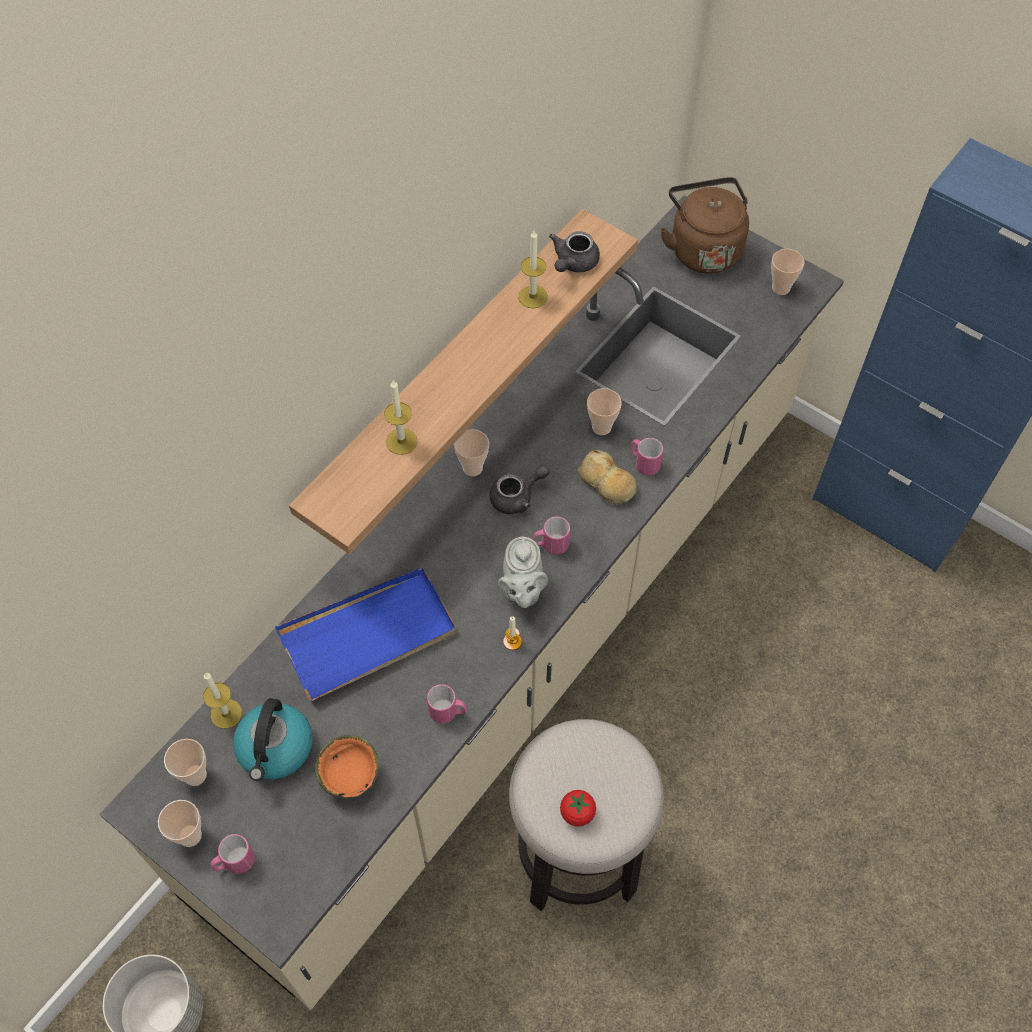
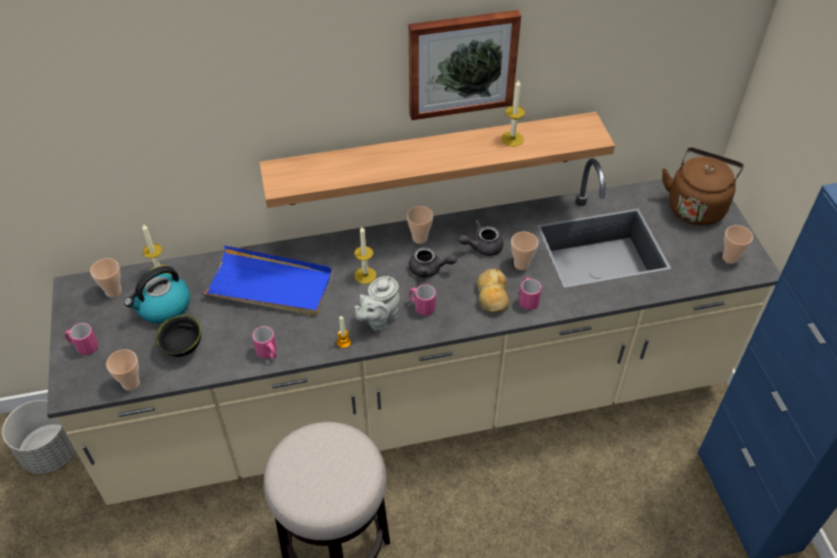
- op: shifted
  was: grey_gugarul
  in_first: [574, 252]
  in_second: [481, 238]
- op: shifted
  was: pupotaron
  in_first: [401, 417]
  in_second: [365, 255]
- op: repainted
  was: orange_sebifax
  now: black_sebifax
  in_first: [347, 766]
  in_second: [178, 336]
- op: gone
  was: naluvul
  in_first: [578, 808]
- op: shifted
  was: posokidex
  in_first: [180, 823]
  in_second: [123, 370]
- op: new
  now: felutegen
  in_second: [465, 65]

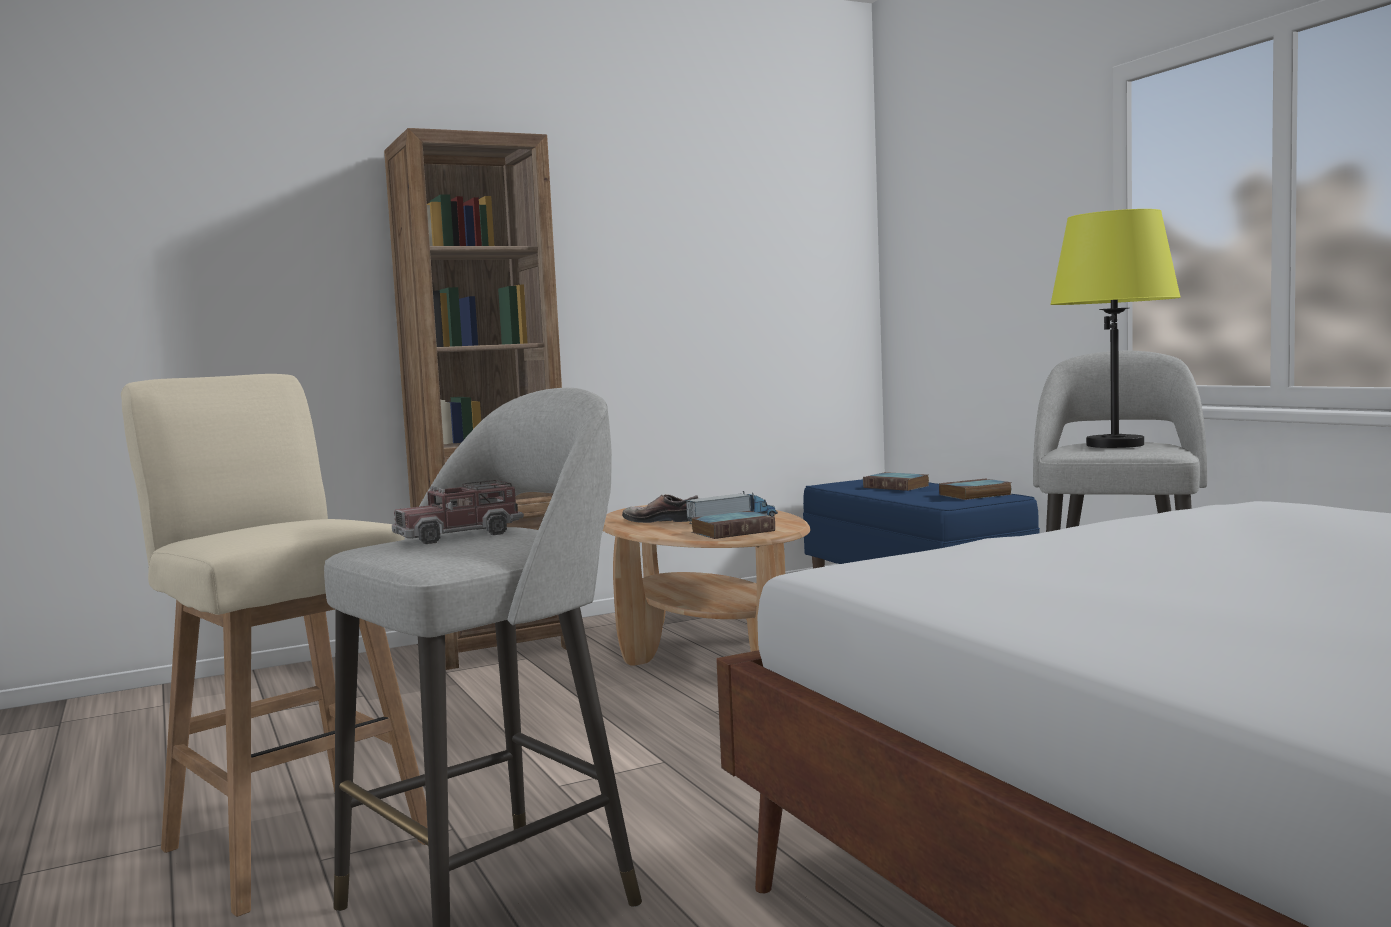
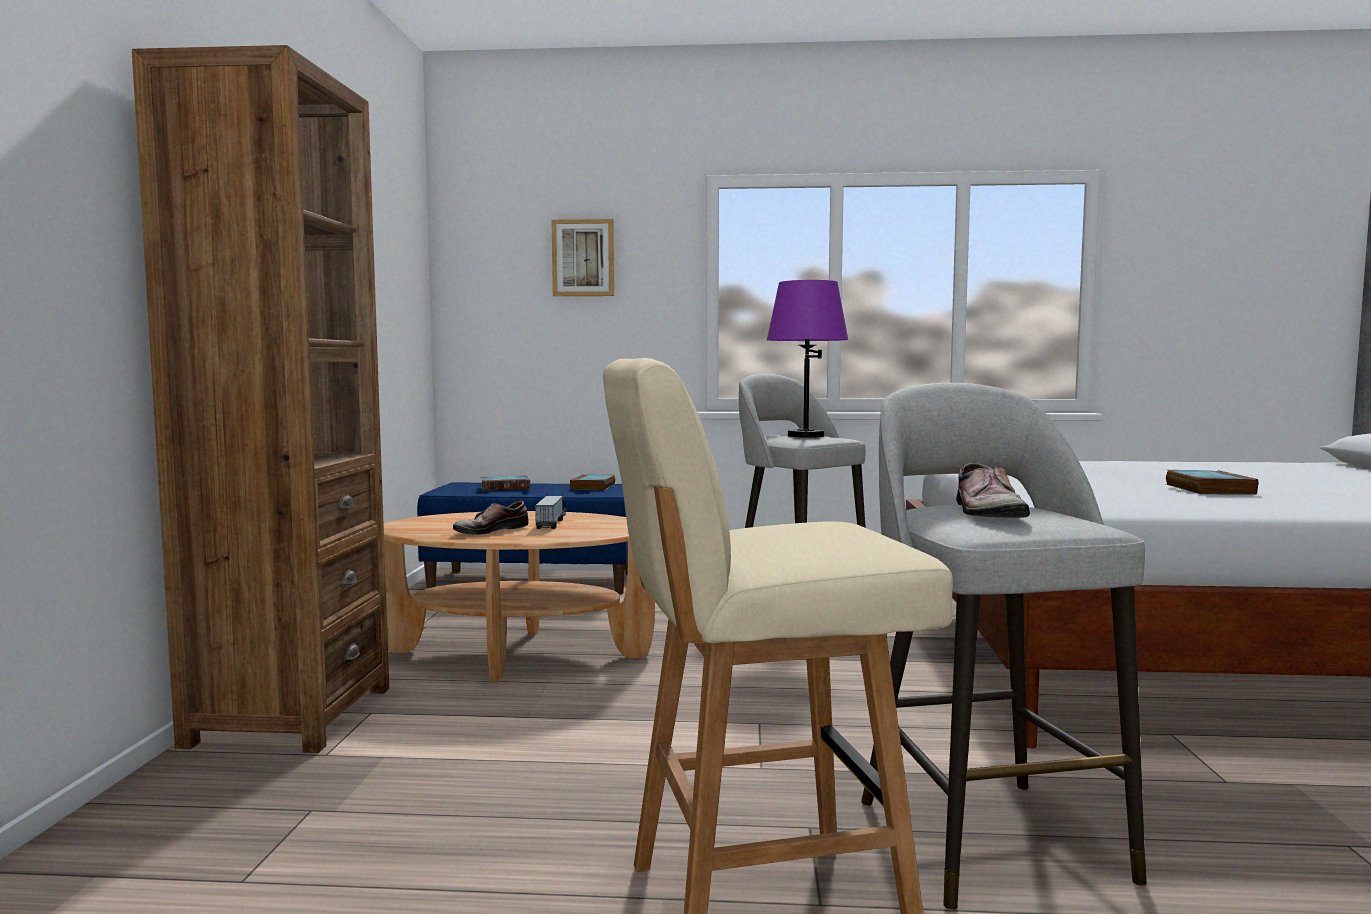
- op: repainted
  was: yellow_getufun
  now: purple_getufun
  in_first: [1115, 328]
  in_second: [807, 359]
- op: swapped
  was: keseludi
  now: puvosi
  in_first: [458, 512]
  in_second: [993, 490]
- op: shifted
  was: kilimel
  in_first: [733, 525]
  in_second: [1212, 482]
- op: new
  now: felutegen
  in_second: [583, 257]

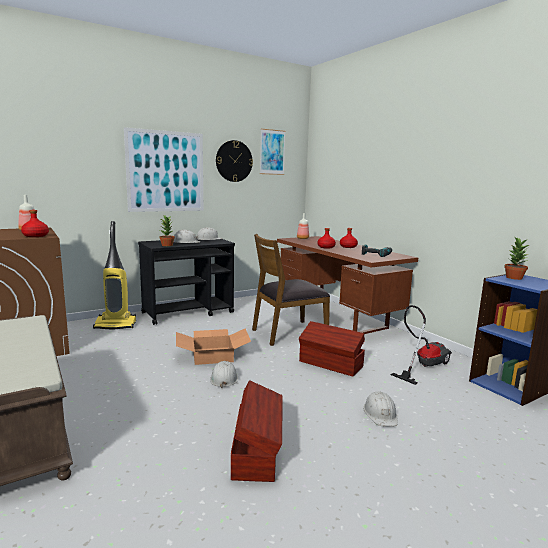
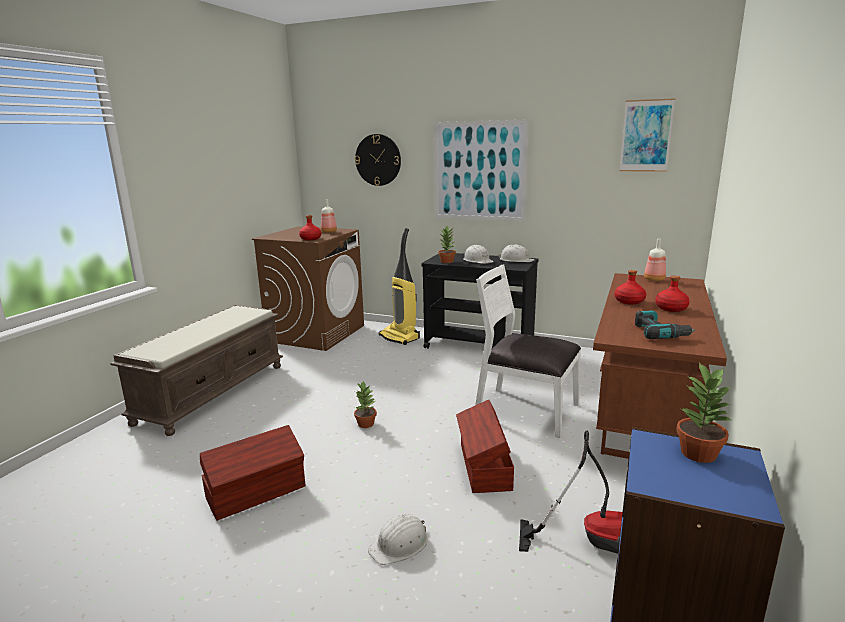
- op: shifted
  was: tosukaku
  in_first: [234, 161]
  in_second: [378, 160]
- op: repainted
  was: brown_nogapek
  now: white_nogapek
  in_first: [291, 290]
  in_second: [528, 351]
- op: gone
  was: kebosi
  in_first: [213, 347]
- op: swapped
  was: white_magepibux
  now: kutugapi
  in_first: [224, 374]
  in_second: [365, 404]

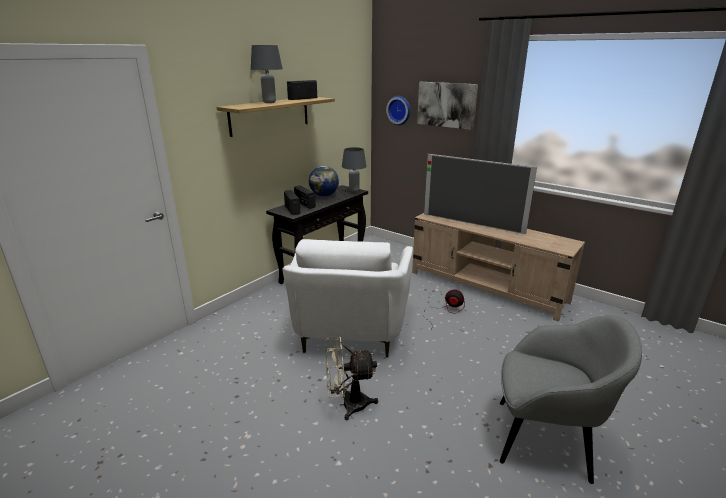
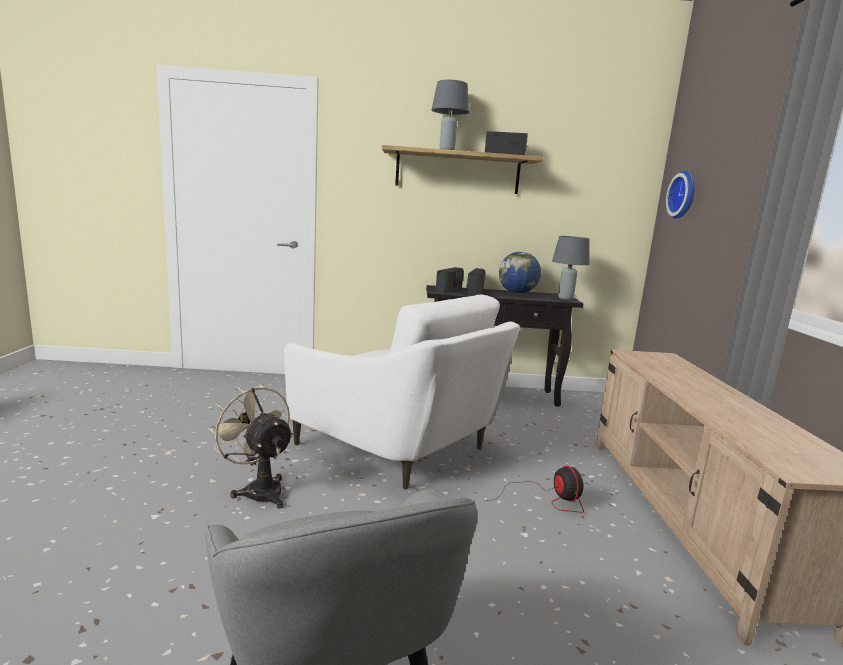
- op: gone
  was: felutegen
  in_first: [447, 106]
- op: gone
  was: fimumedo
  in_first: [480, 194]
- op: rotated
  was: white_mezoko
  in_first: [347, 298]
  in_second: [402, 392]
  clockwise: -105

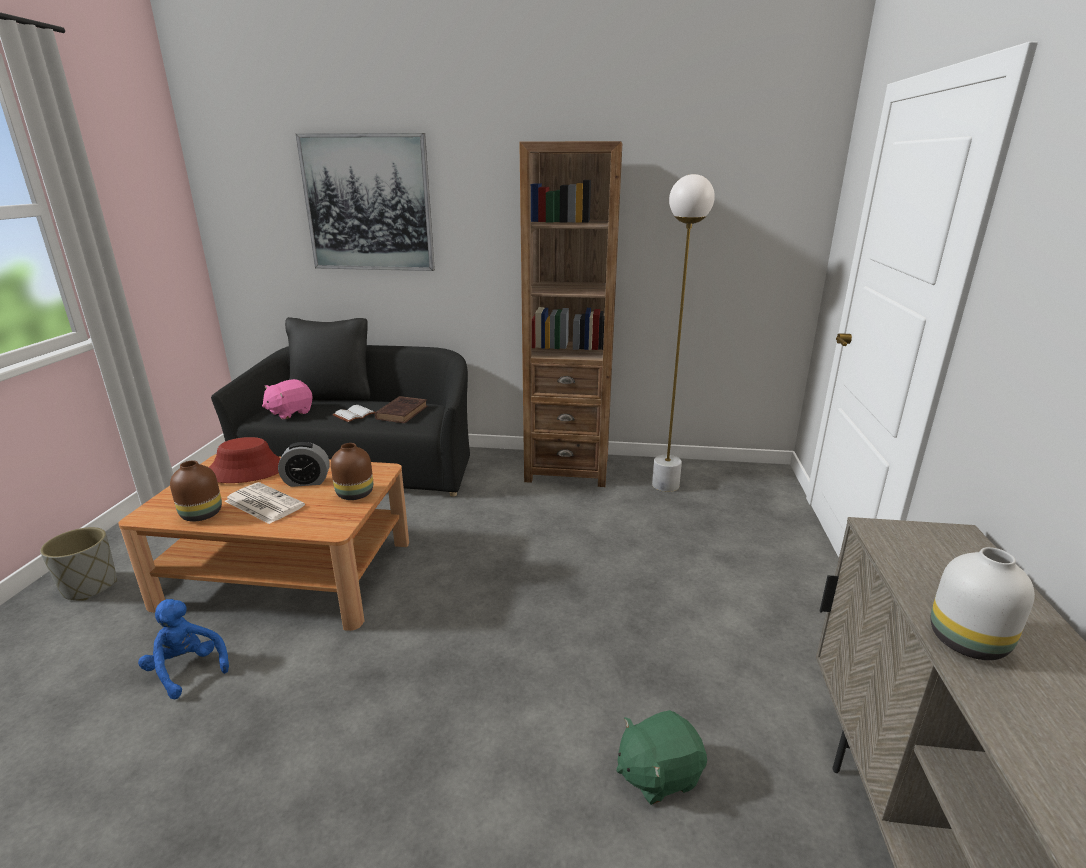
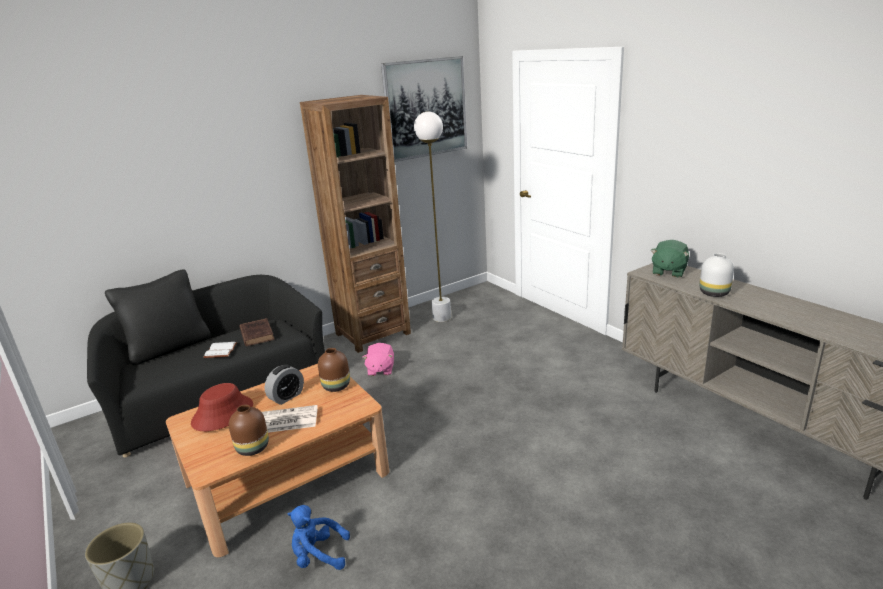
- op: shifted
  was: felutegen
  in_first: [365, 202]
  in_second: [424, 109]
- op: shifted
  was: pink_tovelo
  in_first: [287, 399]
  in_second: [378, 359]
- op: shifted
  was: green_tovelo
  in_first: [661, 757]
  in_second: [669, 259]

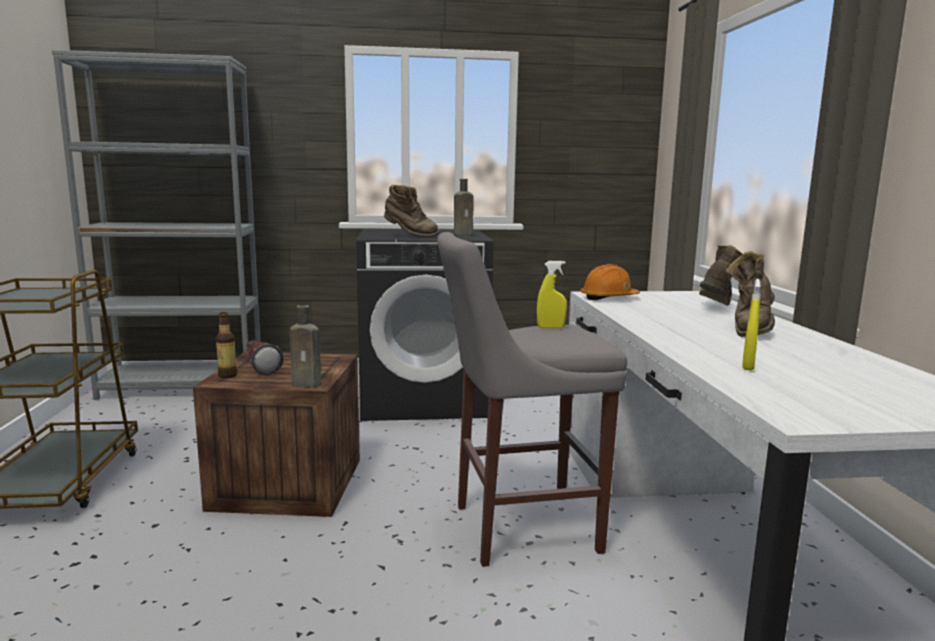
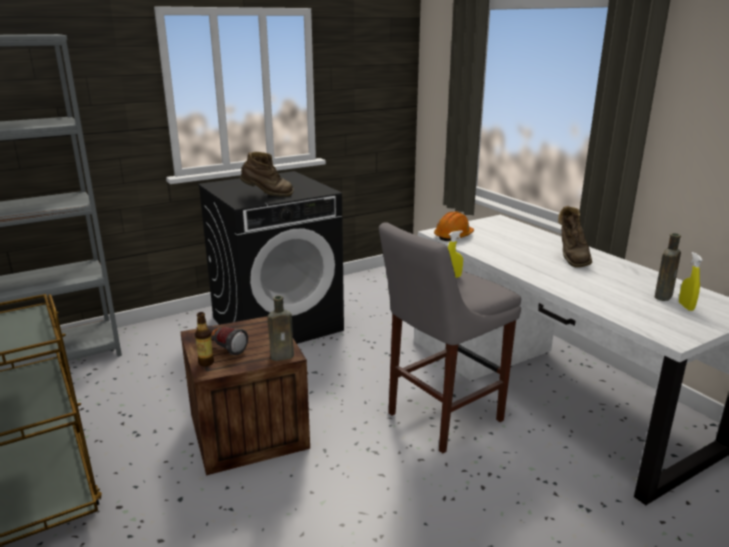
- op: shifted
  was: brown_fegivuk
  in_first: [463, 207]
  in_second: [668, 267]
- op: gone
  was: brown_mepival
  in_first: [721, 275]
- op: shifted
  was: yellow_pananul
  in_first: [751, 324]
  in_second: [691, 281]

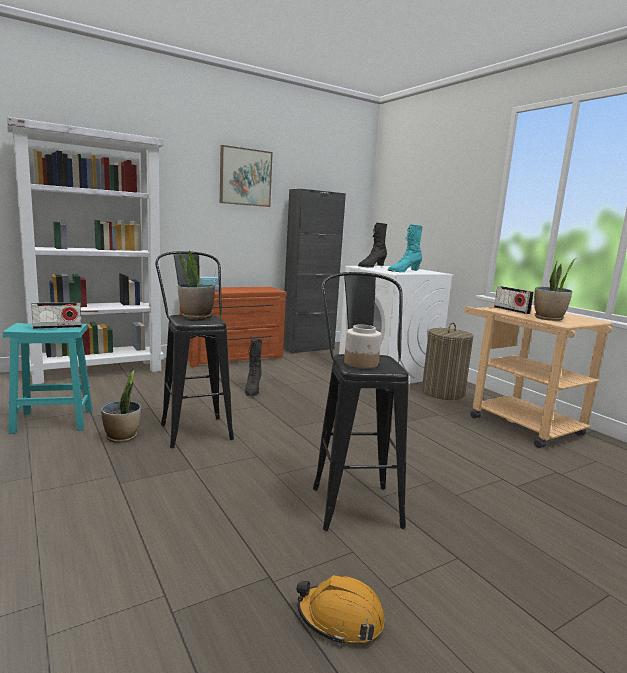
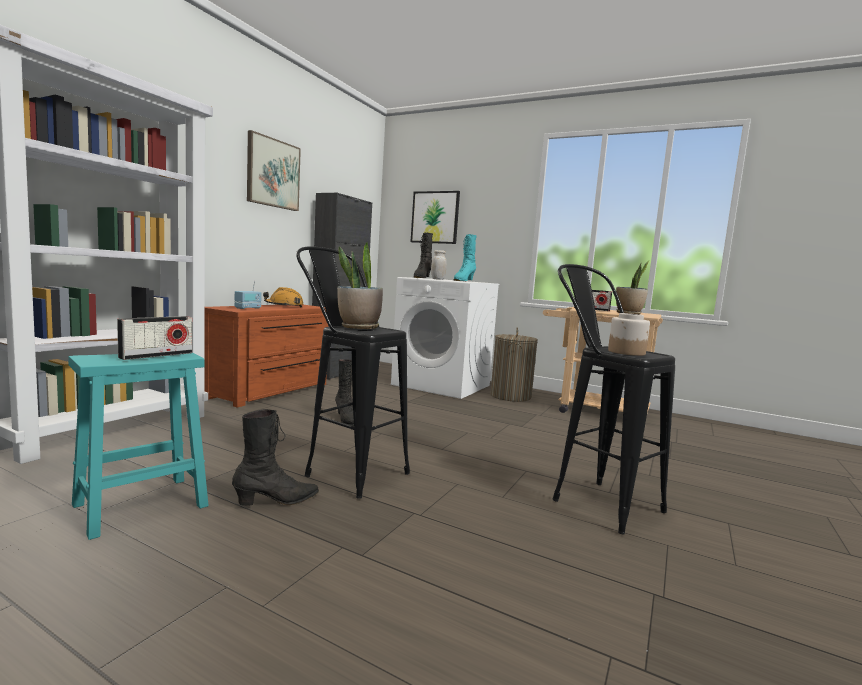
- op: swapped
  was: kutugapi
  now: black_mepival
  in_first: [121, 406]
  in_second: [275, 457]
- op: shifted
  was: orange_magepibux
  in_first: [341, 610]
  in_second: [283, 297]
- op: new
  now: felutegen
  in_second: [435, 217]
- op: new
  now: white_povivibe
  in_second: [439, 265]

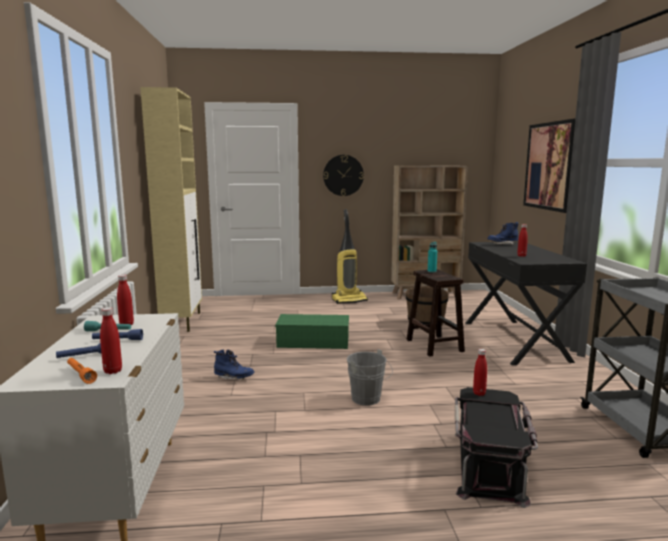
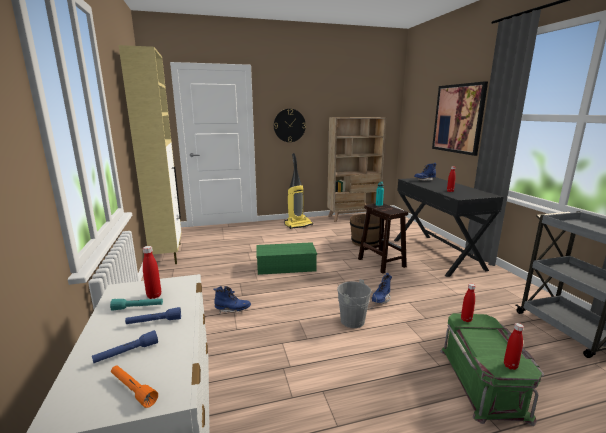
- op: shifted
  was: red_fegivuk
  in_first: [111, 340]
  in_second: [514, 346]
- op: repainted
  was: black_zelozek
  now: green_zelozek
  in_first: [496, 447]
  in_second: [492, 369]
- op: new
  now: blue_mepival
  in_second: [381, 288]

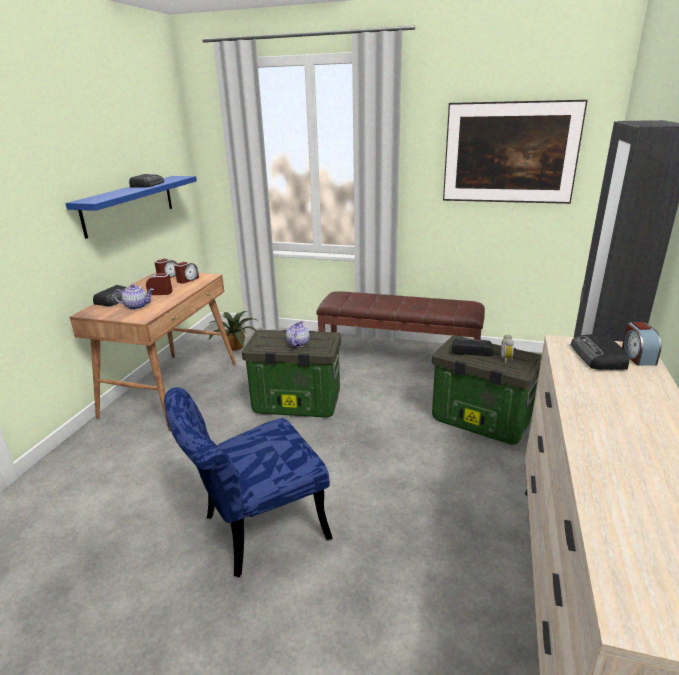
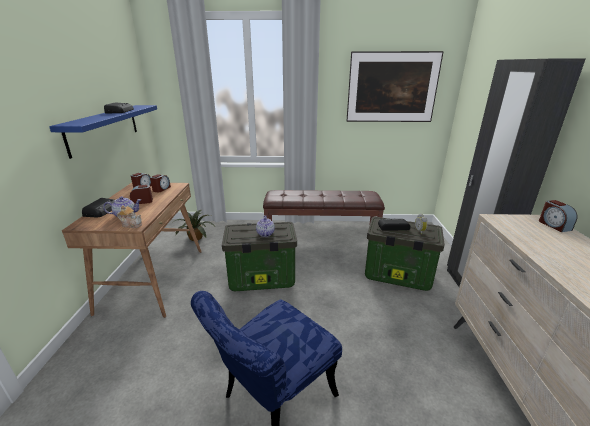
- op: gone
  was: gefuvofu
  in_first: [600, 351]
- op: new
  now: gugarul
  in_second: [129, 216]

